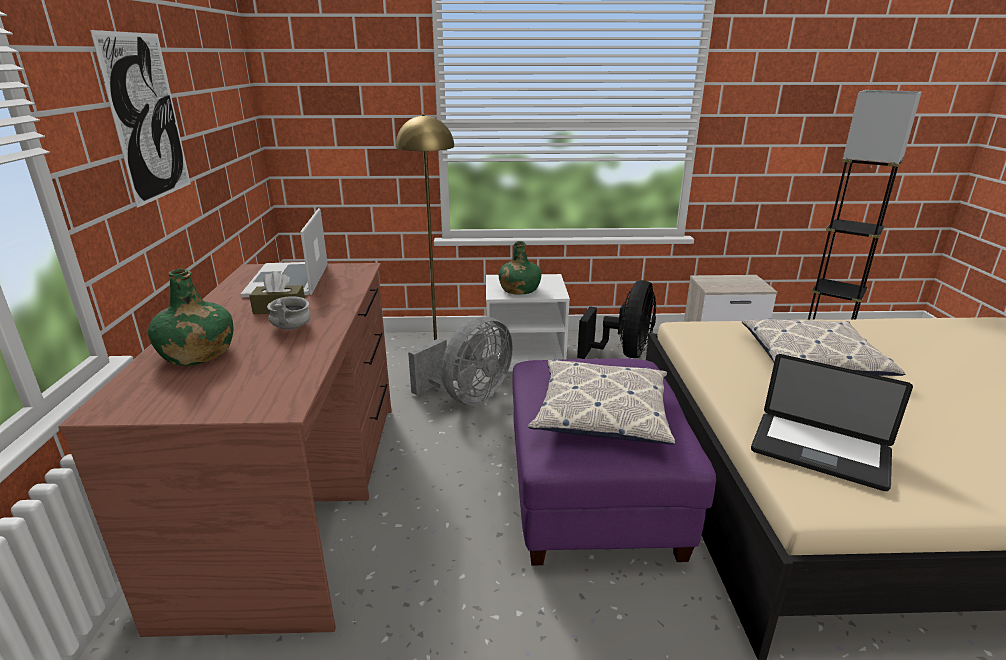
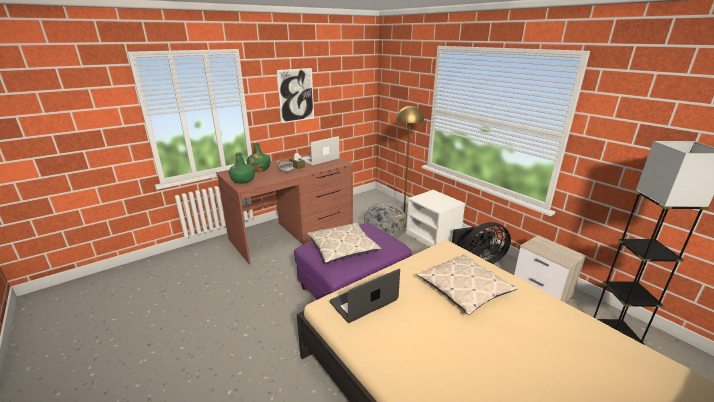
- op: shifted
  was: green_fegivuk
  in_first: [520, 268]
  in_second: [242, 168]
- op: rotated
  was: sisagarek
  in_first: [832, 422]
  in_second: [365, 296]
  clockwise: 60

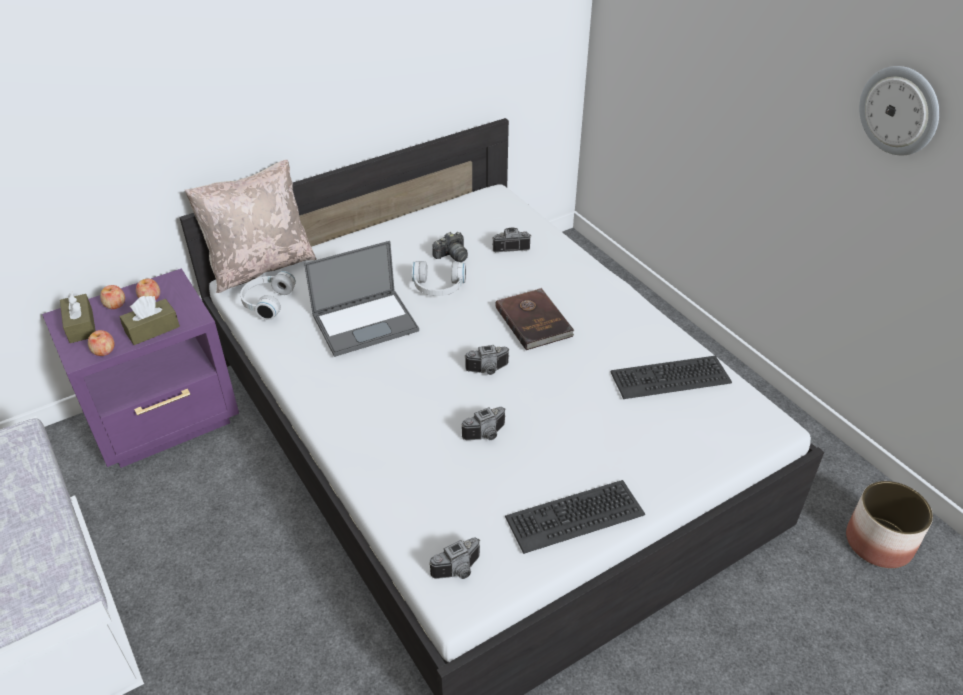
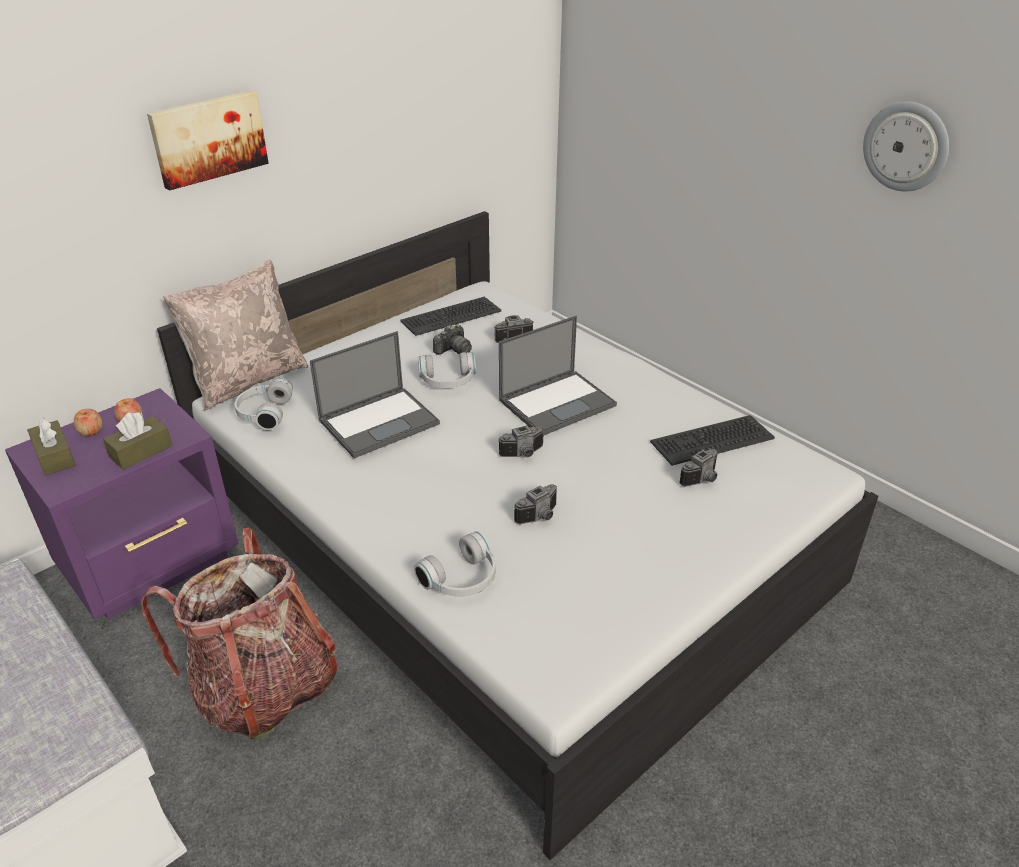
- op: swapped
  was: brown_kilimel
  now: sisagarek
  in_first: [535, 319]
  in_second: [558, 375]
- op: gone
  was: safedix
  in_first: [101, 343]
- op: shifted
  was: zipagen
  in_first: [575, 517]
  in_second: [451, 316]
- op: gone
  was: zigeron
  in_first: [889, 524]
- op: shifted
  was: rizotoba
  in_first: [454, 558]
  in_second: [698, 468]
- op: new
  now: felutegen
  in_second: [208, 140]
- op: new
  now: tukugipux
  in_second: [239, 633]
- op: new
  now: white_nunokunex
  in_second: [454, 564]

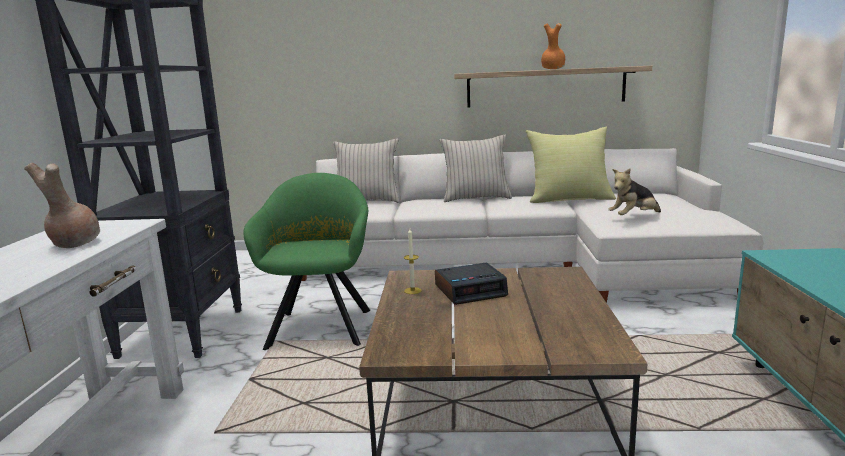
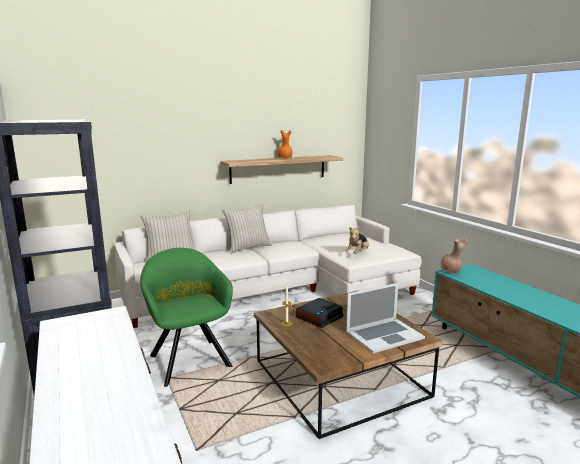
- op: gone
  was: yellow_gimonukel
  in_first: [571, 165]
- op: shifted
  was: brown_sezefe
  in_first: [62, 205]
  in_second: [454, 256]
- op: new
  now: sisagarek
  in_second: [385, 318]

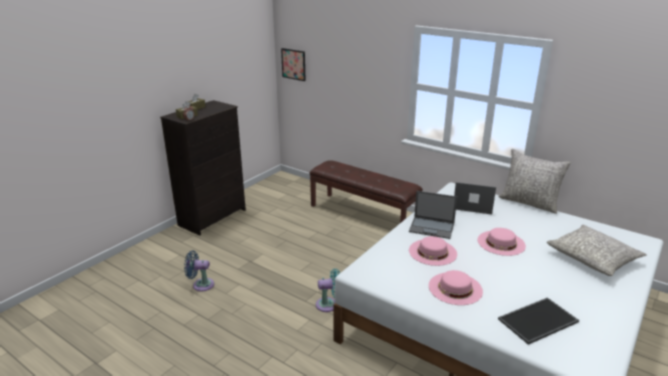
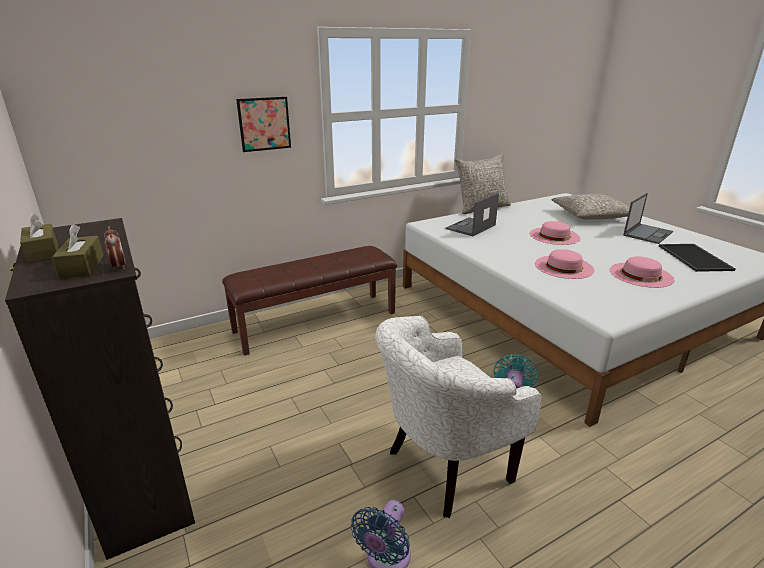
- op: shifted
  was: felutegen
  in_first: [293, 64]
  in_second: [263, 124]
- op: shifted
  was: sisagarek
  in_first: [433, 215]
  in_second: [648, 218]
- op: new
  now: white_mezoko
  in_second: [458, 417]

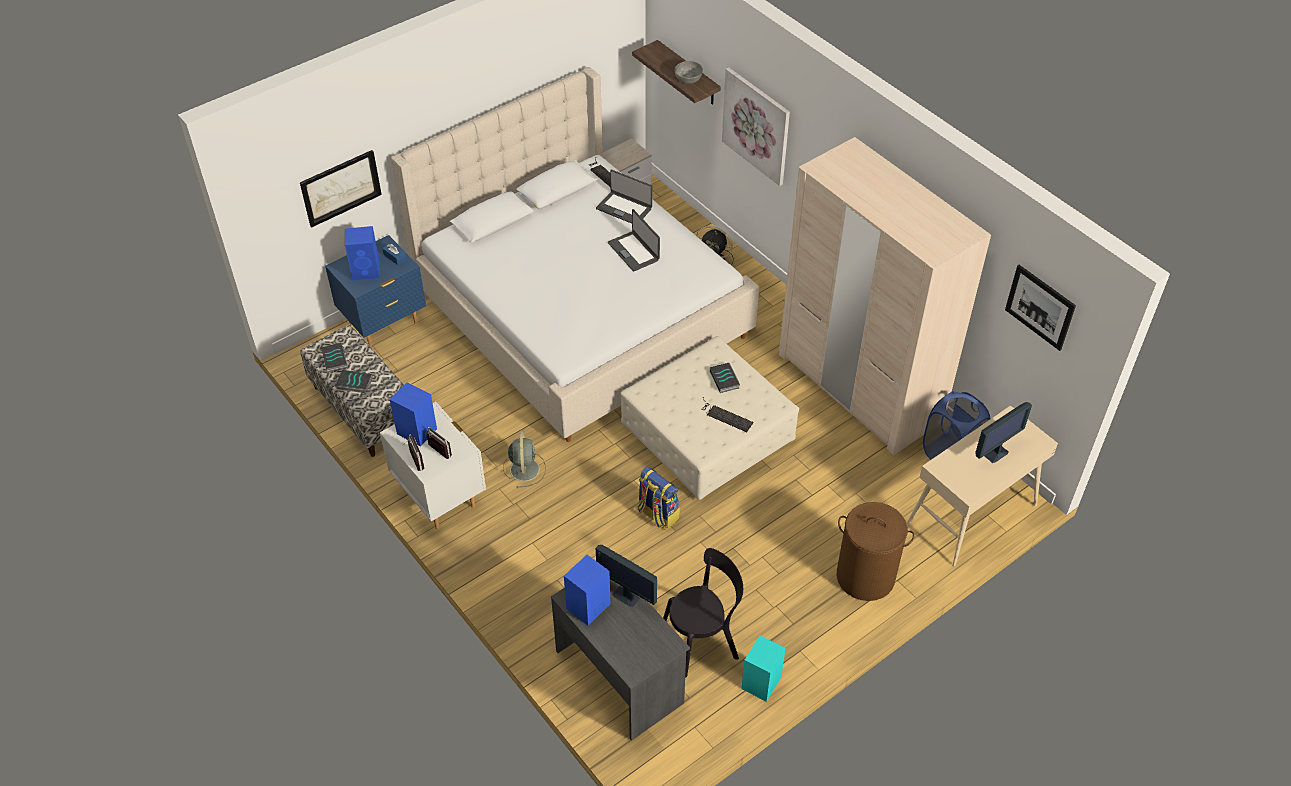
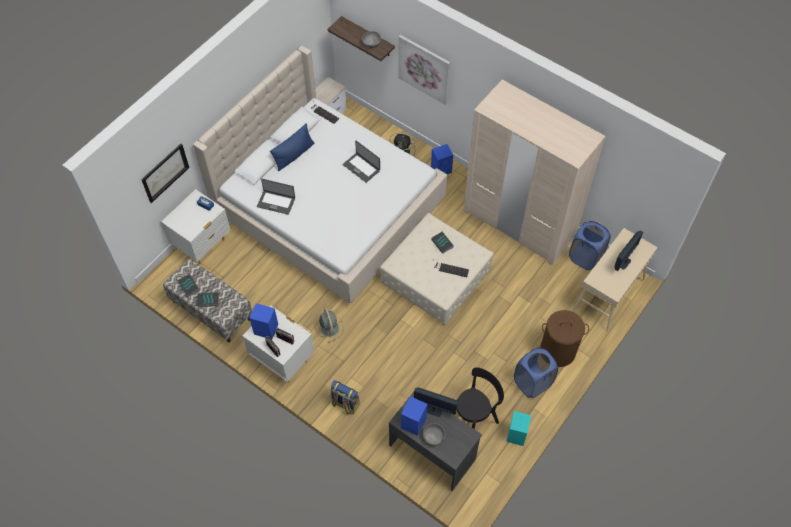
- op: shifted
  was: sisagarek
  in_first: [624, 197]
  in_second: [276, 197]
- op: shifted
  was: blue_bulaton
  in_first: [362, 253]
  in_second: [442, 159]
- op: repainted
  was: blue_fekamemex
  now: white_fekamemex
  in_first: [375, 291]
  in_second: [195, 226]
- op: gone
  was: felutegen
  in_first: [1040, 308]
- op: shifted
  was: tukugipux
  in_first: [659, 498]
  in_second: [345, 397]
- op: new
  now: blue_gimonukel
  in_second: [292, 147]
- op: new
  now: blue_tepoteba
  in_second: [536, 372]
- op: new
  now: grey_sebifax
  in_second: [434, 434]

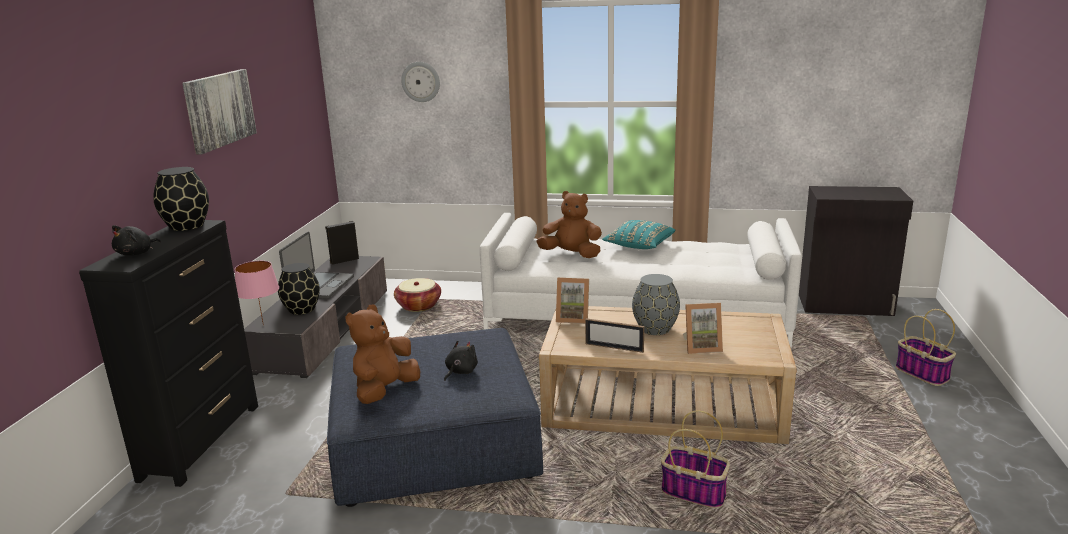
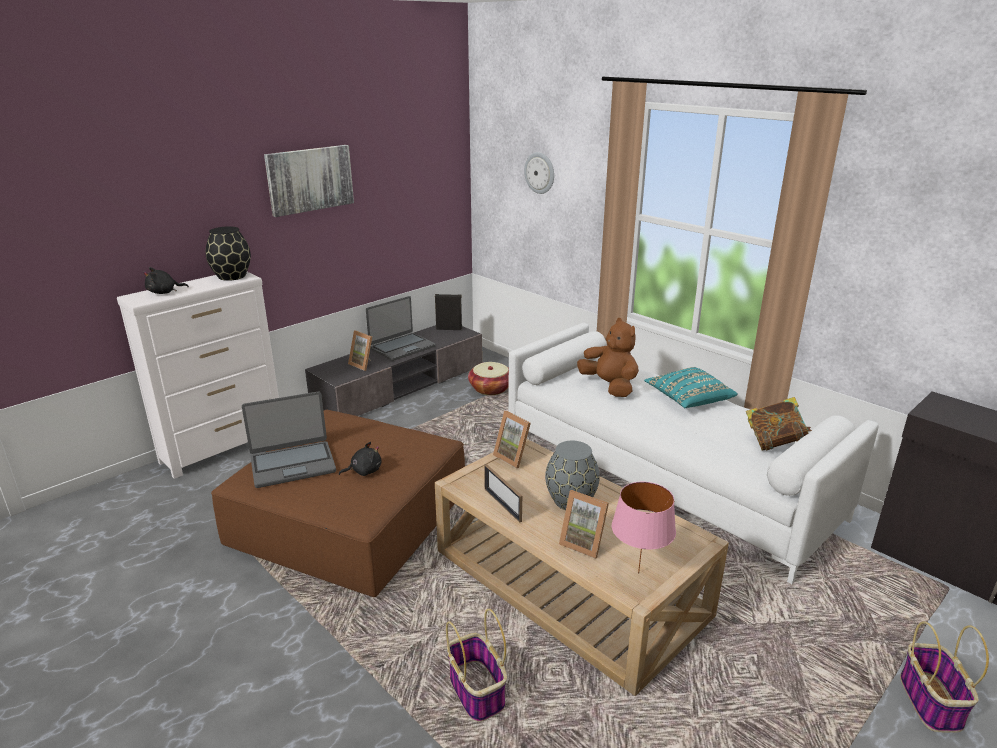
- op: repainted
  was: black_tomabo
  now: white_tomabo
  in_first: [168, 353]
  in_second: [198, 375]
- op: shifted
  was: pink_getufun
  in_first: [257, 293]
  in_second: [644, 528]
- op: swapped
  was: black_sezefe
  now: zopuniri
  in_first: [299, 289]
  in_second: [360, 351]
- op: swapped
  was: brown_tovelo
  now: sisagarek
  in_first: [382, 354]
  in_second: [289, 439]
- op: repainted
  was: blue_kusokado
  now: brown_kusokado
  in_first: [435, 417]
  in_second: [338, 503]
- op: new
  now: kilimel
  in_second: [779, 424]

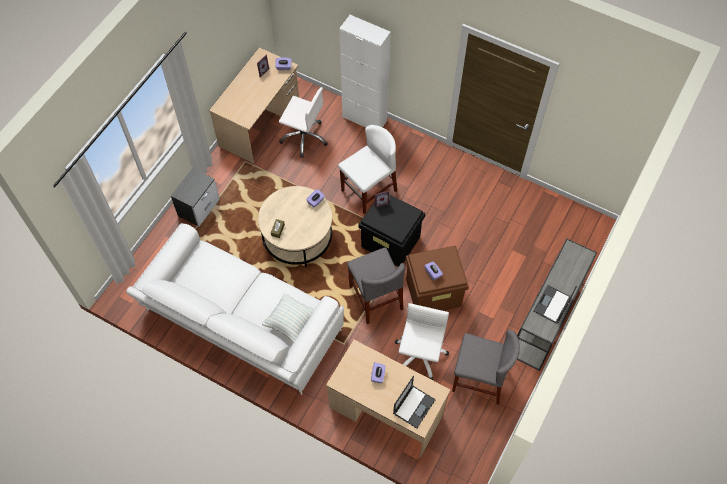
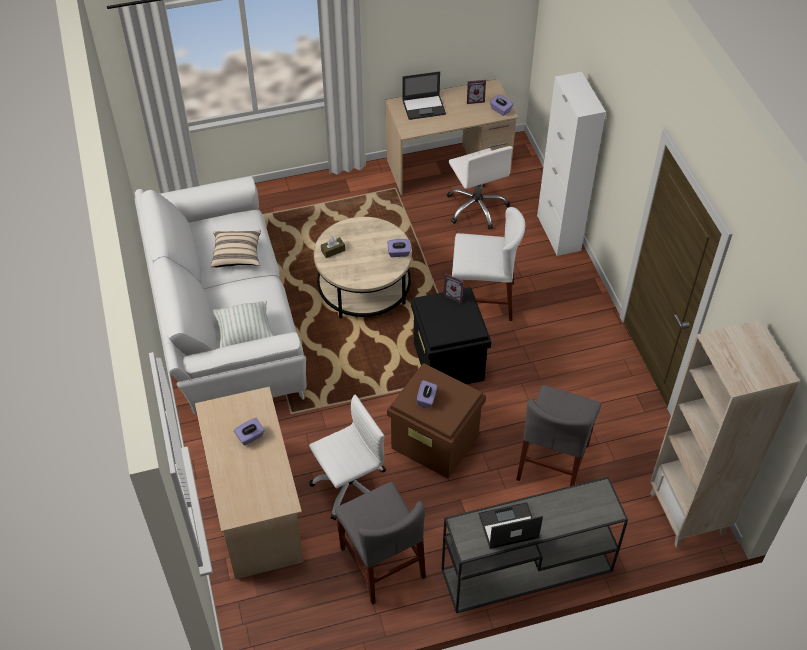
- op: gone
  was: fekamemex
  in_first: [195, 197]
- op: shifted
  was: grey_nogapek
  in_first: [376, 285]
  in_second: [558, 435]
- op: shifted
  was: sisagarek
  in_first: [414, 402]
  in_second: [424, 95]
- op: new
  now: beige_gimonukel
  in_second: [236, 249]
- op: new
  now: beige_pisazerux
  in_second: [724, 433]

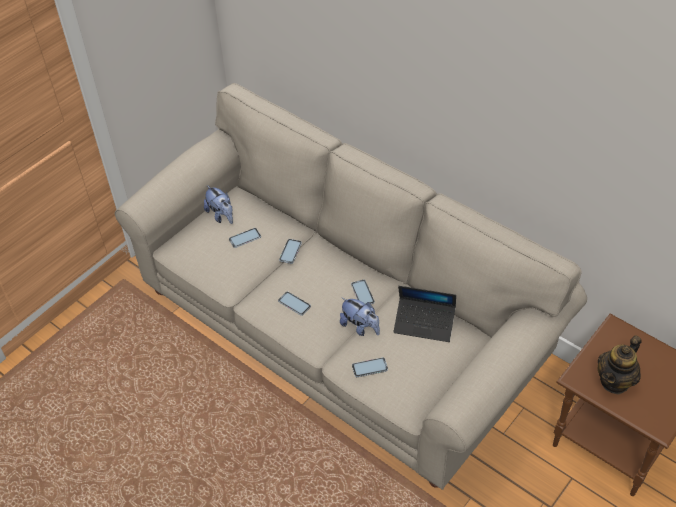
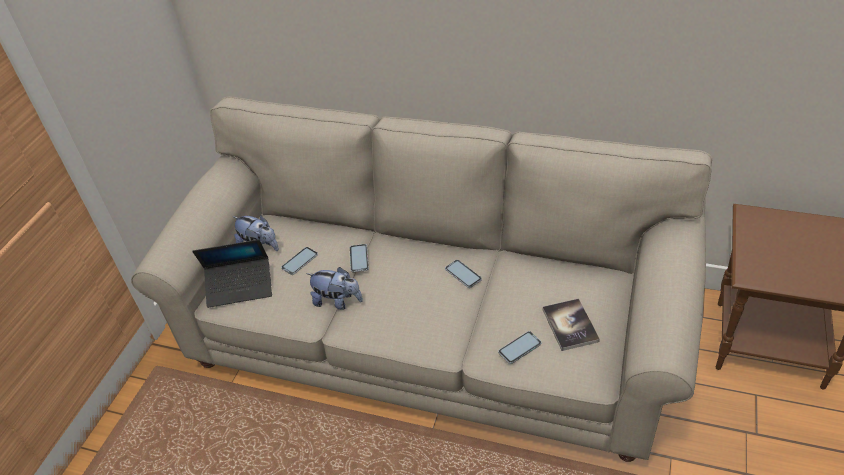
- op: shifted
  was: sisagarek
  in_first: [424, 314]
  in_second: [232, 273]
- op: gone
  was: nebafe
  in_first: [294, 304]
- op: shifted
  was: tovelo
  in_first: [360, 316]
  in_second: [335, 288]
- op: gone
  was: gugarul
  in_first: [620, 364]
- op: new
  now: kilimel
  in_second: [571, 324]

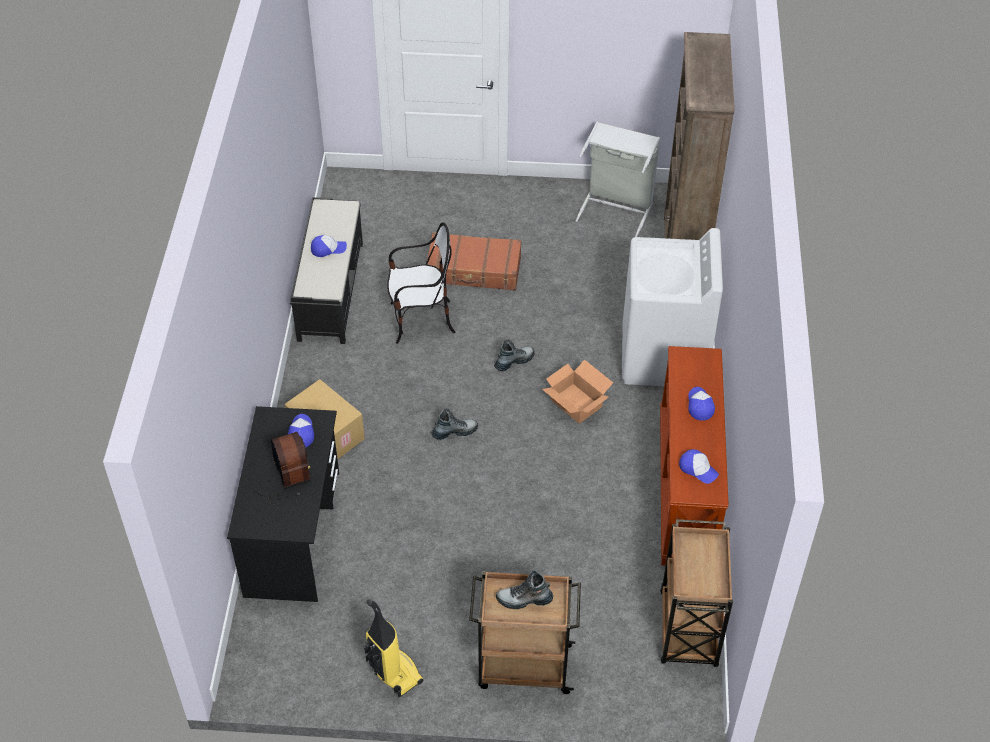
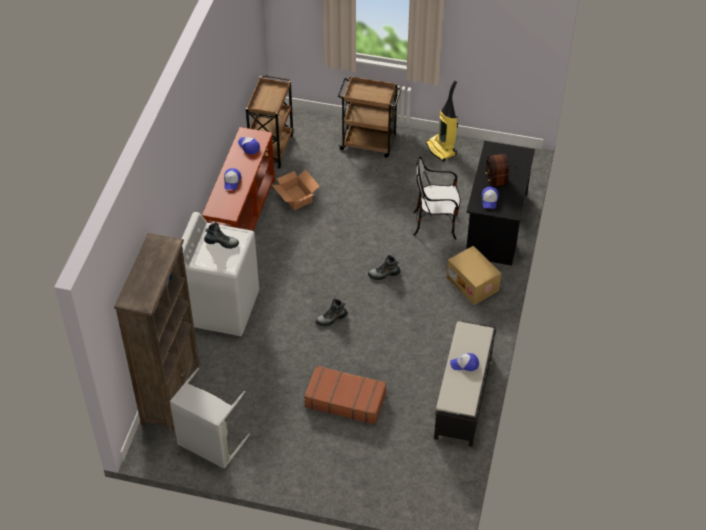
- op: shifted
  was: nogapek
  in_first: [421, 283]
  in_second: [437, 198]
- op: shifted
  was: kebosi
  in_first: [577, 391]
  in_second: [295, 189]
- op: shifted
  was: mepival
  in_first: [524, 589]
  in_second: [221, 235]

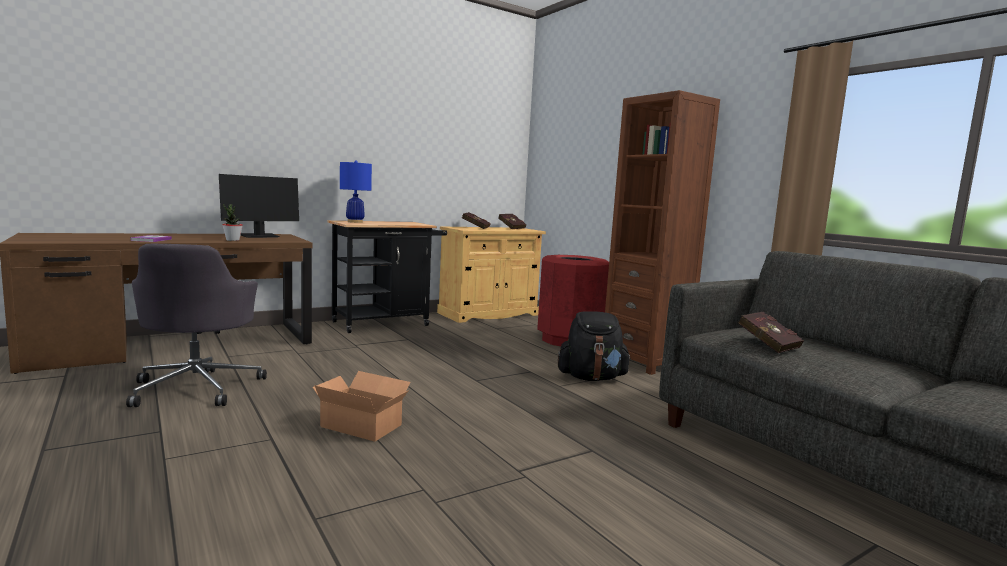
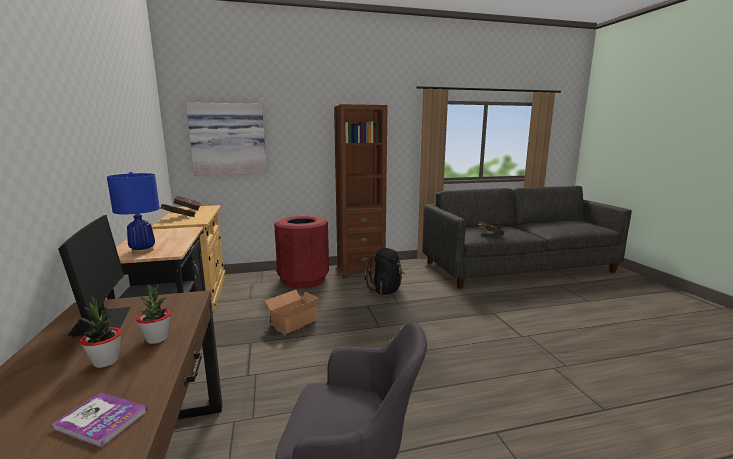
- op: shifted
  was: kebosi
  in_first: [361, 406]
  in_second: [292, 312]
- op: new
  now: felutegen
  in_second: [226, 138]
- op: new
  now: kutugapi
  in_second: [100, 332]

